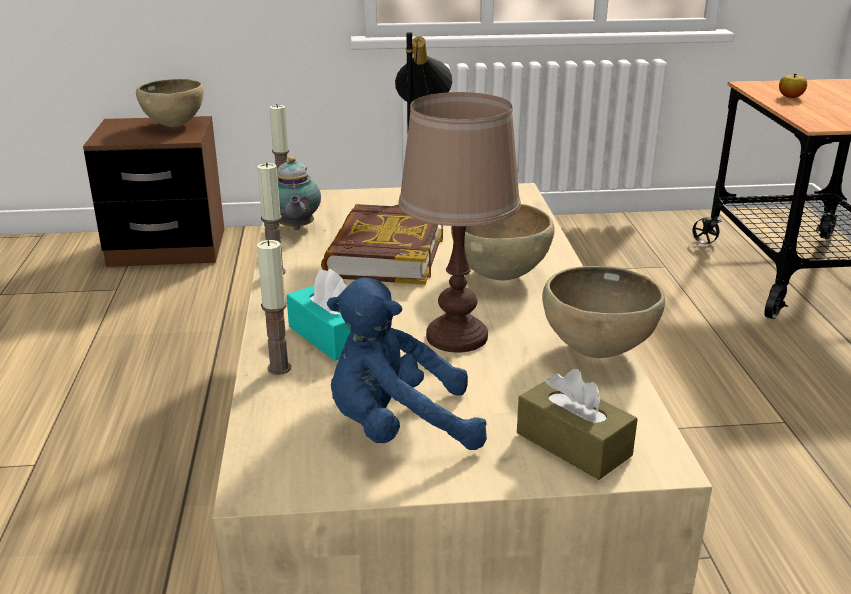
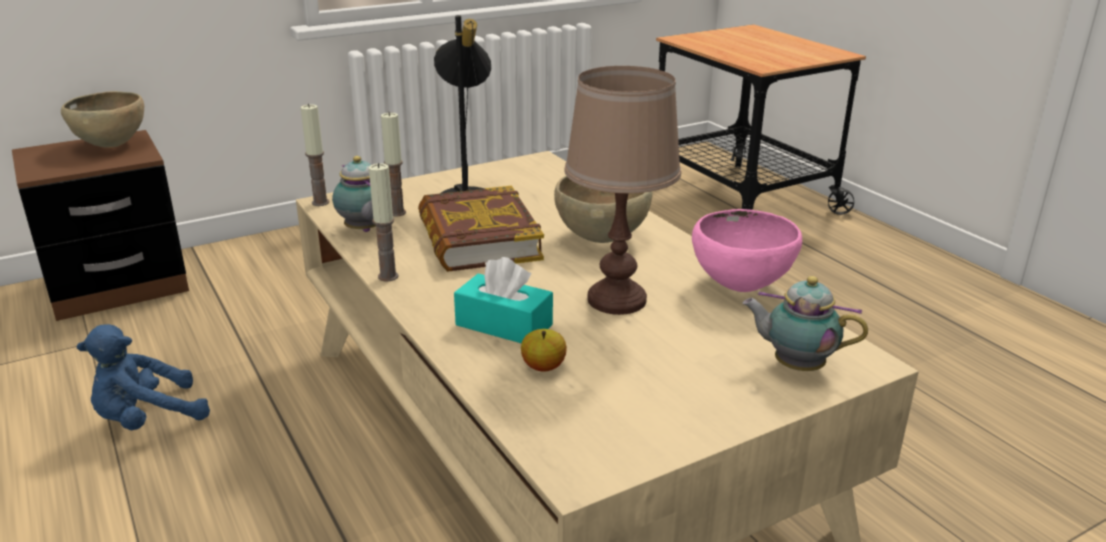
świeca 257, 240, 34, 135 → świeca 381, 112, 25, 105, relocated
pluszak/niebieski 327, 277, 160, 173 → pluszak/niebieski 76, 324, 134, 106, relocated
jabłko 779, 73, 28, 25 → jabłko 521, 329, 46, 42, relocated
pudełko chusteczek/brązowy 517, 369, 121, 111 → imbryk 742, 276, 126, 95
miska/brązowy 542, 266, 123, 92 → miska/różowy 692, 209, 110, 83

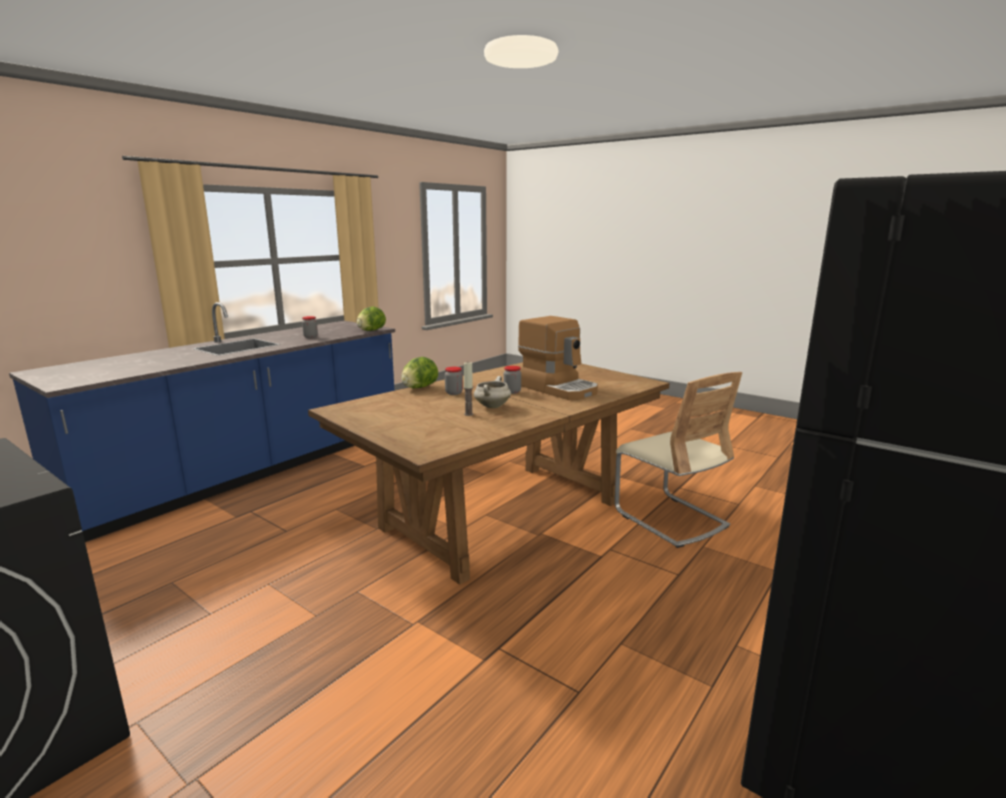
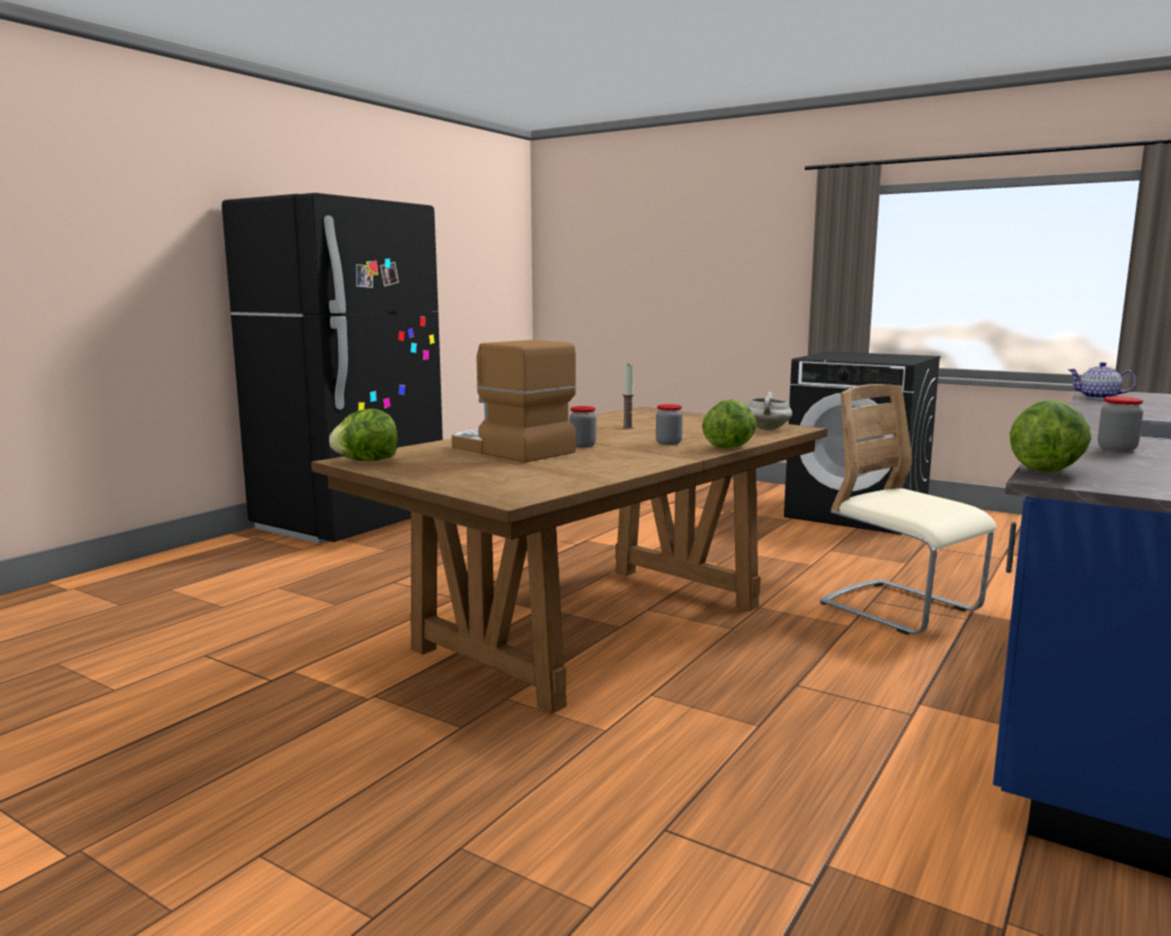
- → sałata 329, 409, 69, 52
- → imbryk 1068, 362, 69, 37
garnek/biały 474, 376, 37, 32 → garnek/biały 747, 392, 45, 38, relocated
krzesło/beżowy 615, 372, 127, 176 → krzesło/beżowy 820, 384, 177, 251, relocated

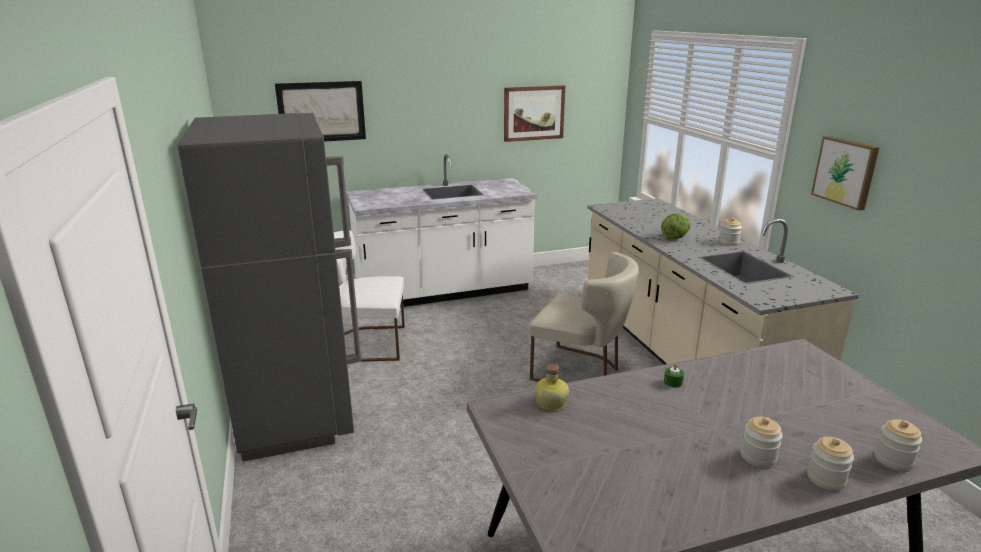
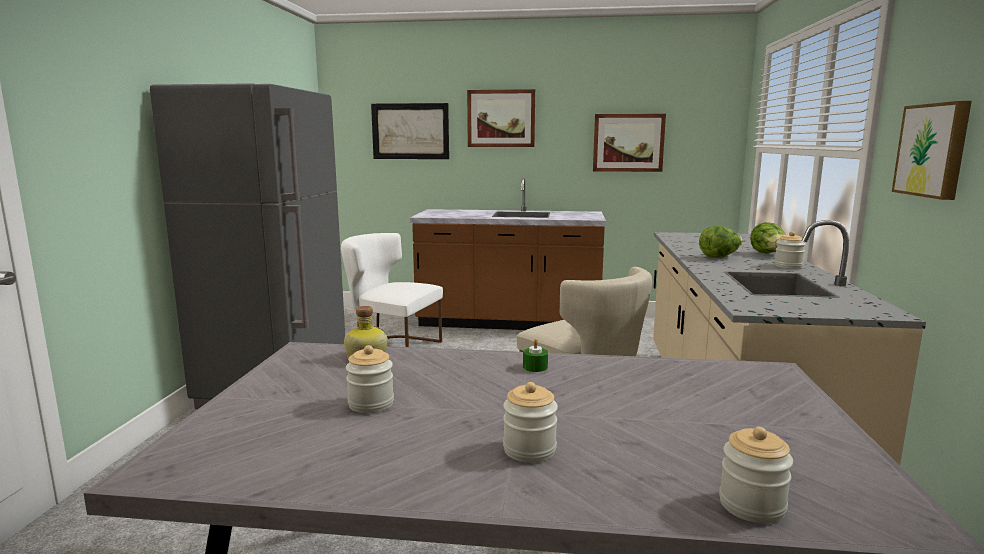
- → obraz 467, 89, 68, 58
- → sałata 750, 222, 36, 31
słoik 807, 437, 47, 53 → słoik 346, 345, 48, 68, relocated
zabudowa kuchenna/biały 346, 154, 192, 153 → zabudowa kuchenna/brązowy 410, 178, 196, 152

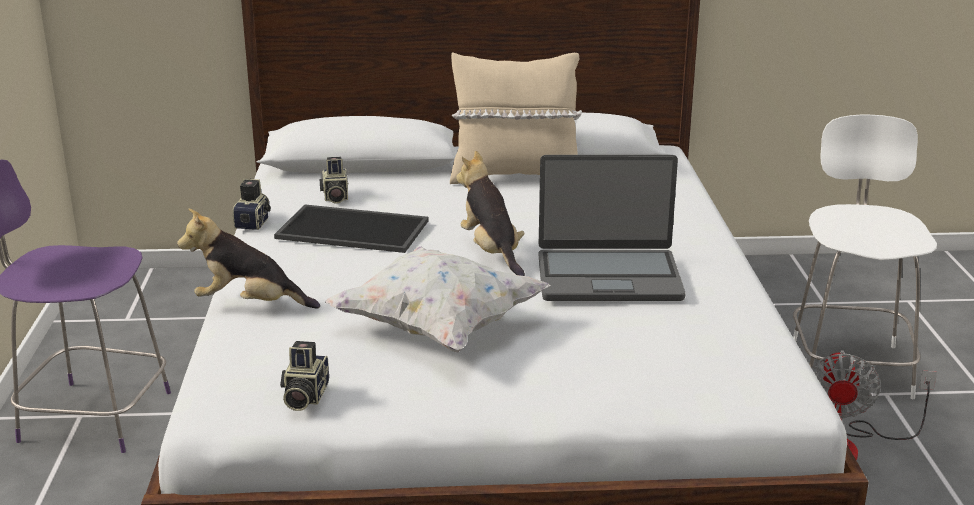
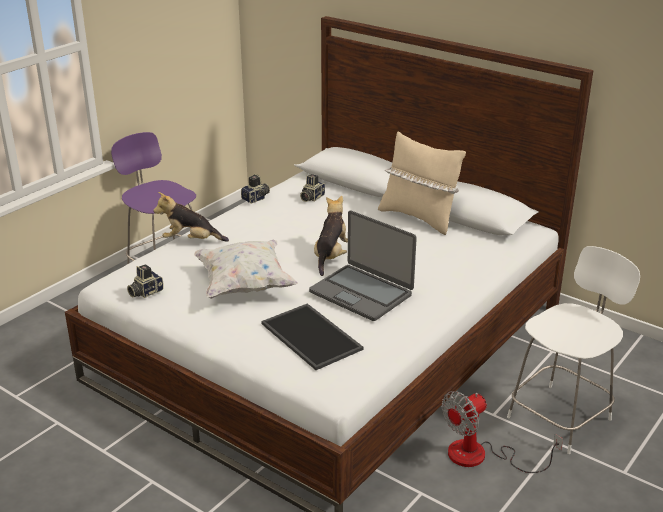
taca 274, 204, 155, 49 → taca 262, 303, 101, 67, relocated
pluszak 177, 209, 143, 100 → pluszak 153, 192, 76, 50, 45 degrees counterclockwise

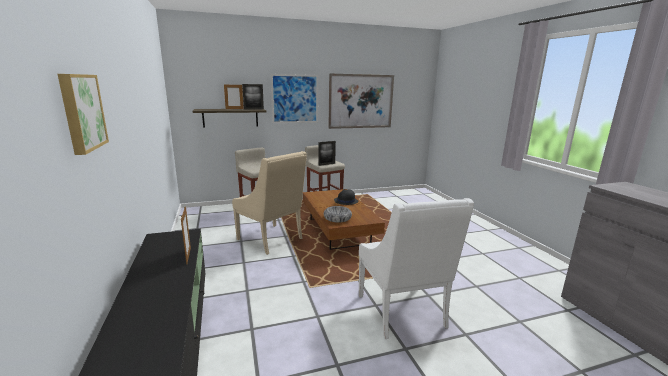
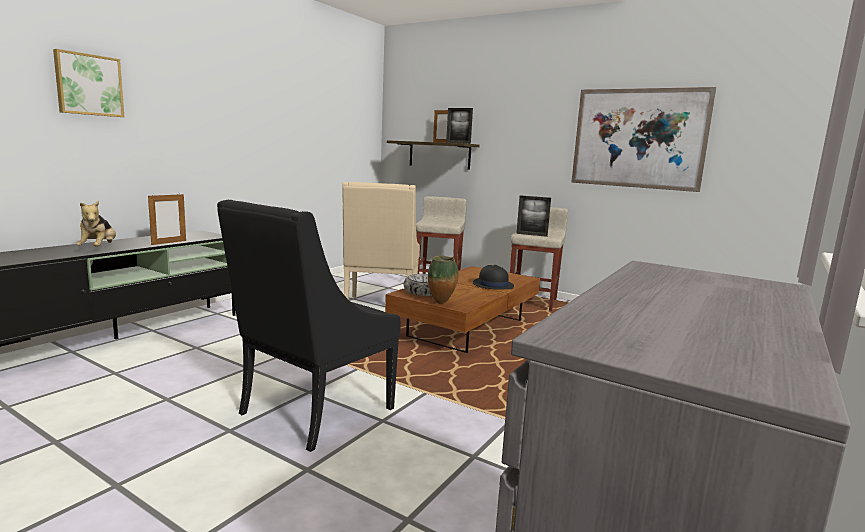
obraz 271, 74, 47, 49 → -
- → pluszak 76, 201, 40, 45
- → wazon 428, 255, 31, 49
fotel/biały 359, 198, 115, 141 → fotel/czarny 217, 200, 184, 252

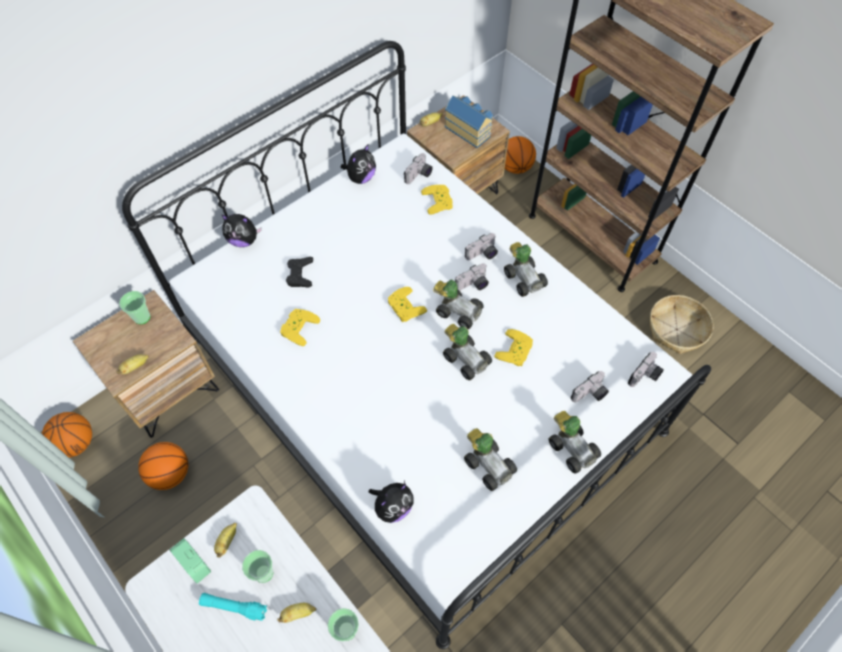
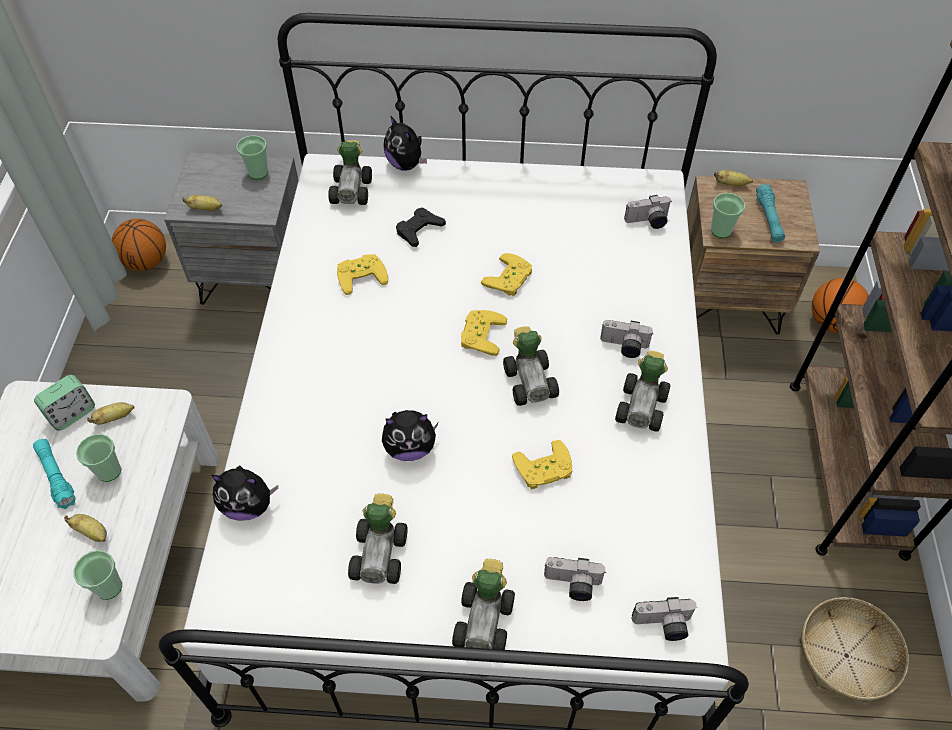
piłka do koszykówki 138, 442, 50, 48 → -
aparat fotograficzny 455, 263, 34, 28 → -
- → filiżanka 711, 193, 34, 45
pluszak 341, 145, 35, 39 → pluszak 382, 410, 56, 51, relocated
pad do gier/żółty 421, 185, 32, 30 → pad do gier/żółty 481, 253, 51, 43, relocated
samochodzik 443, 324, 49, 56 → samochodzik 328, 140, 44, 65, relocated
domek 445, 95, 48, 53 → latarka/turkusowy 756, 184, 29, 59
szafka nocna/brązowy 73, 290, 146, 148 → szafka nocna/szary 164, 152, 135, 153
budzik 170, 538, 41, 46 → budzik 34, 375, 61, 56, 135 degrees counterclockwise

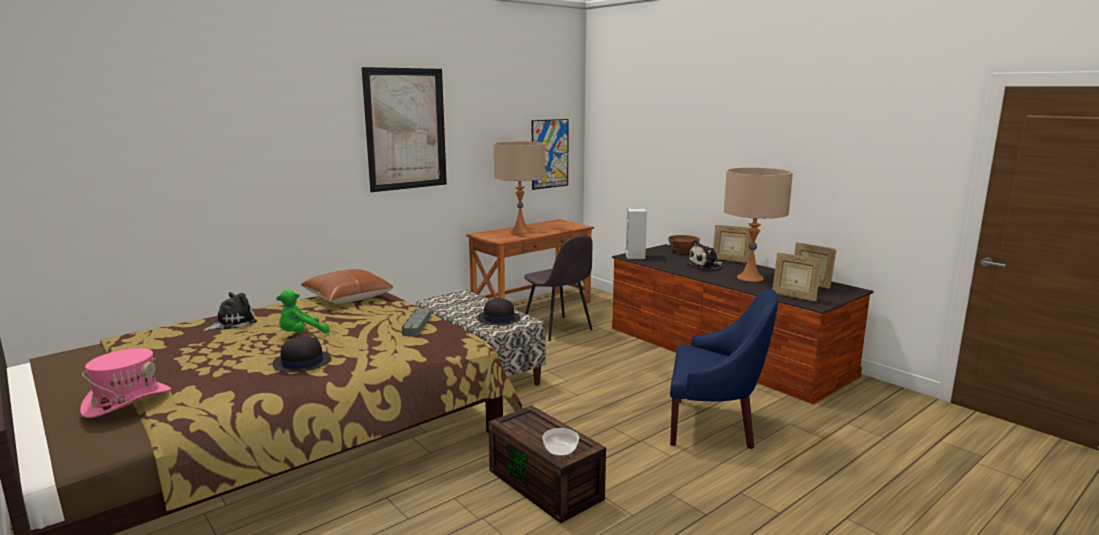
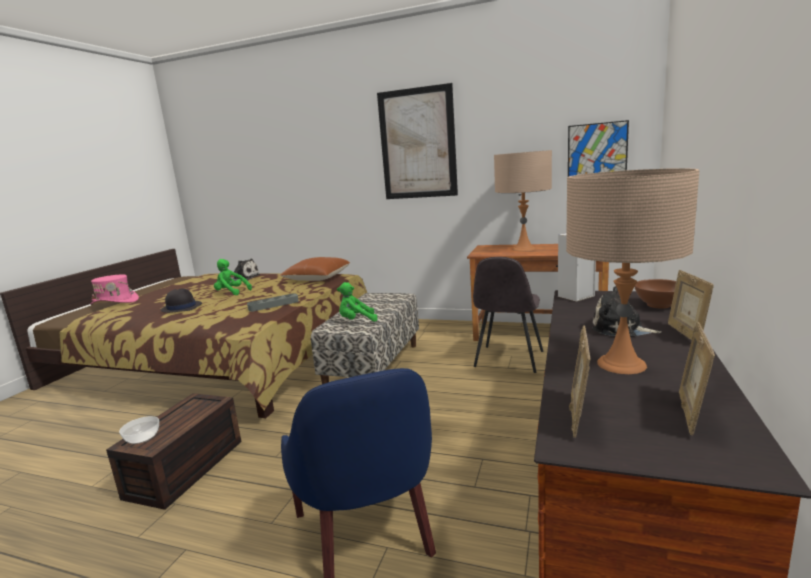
kapelusz/czarny 478, 297, 43, 28 → pluszak/zielony 337, 282, 40, 40

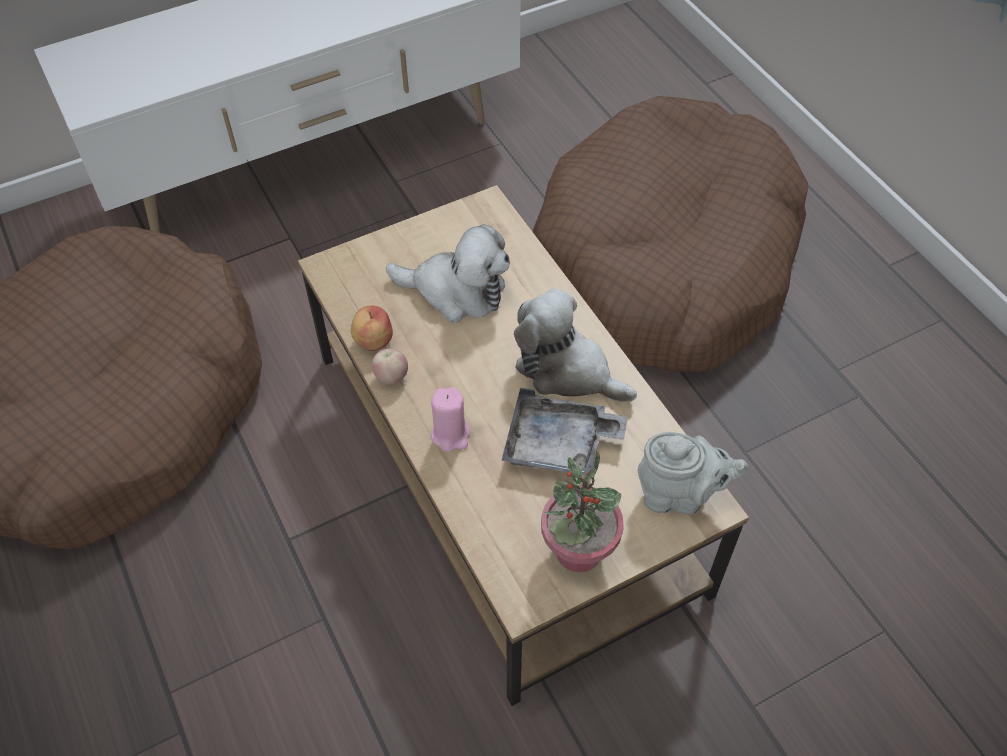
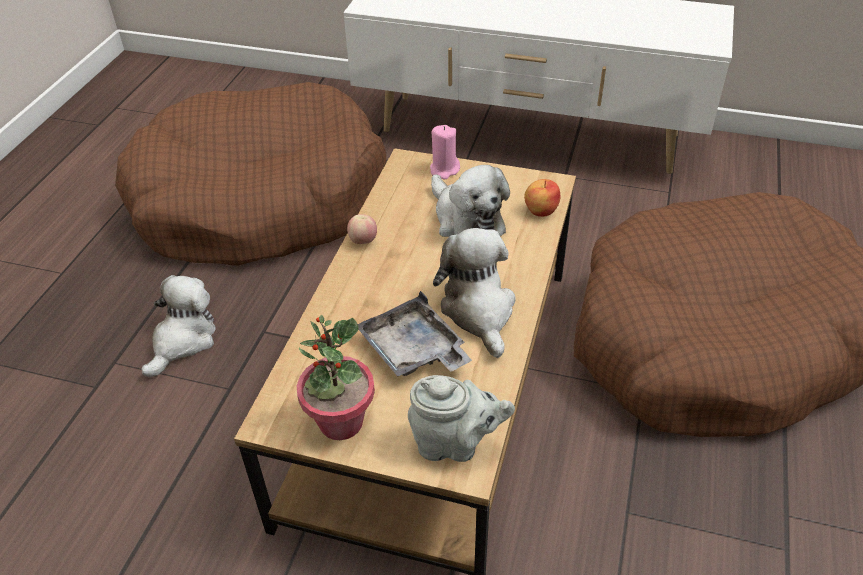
- → pluszak 141, 275, 75, 102
jabłko 351, 306, 42, 45 → jabłko 524, 179, 36, 38, relocated
świeca/różowy 431, 387, 39, 65 → świeca/różowy 430, 125, 30, 55, relocated
imbryk/szary 638, 432, 111, 82 → imbryk/szary 408, 375, 107, 87, 45 degrees counterclockwise

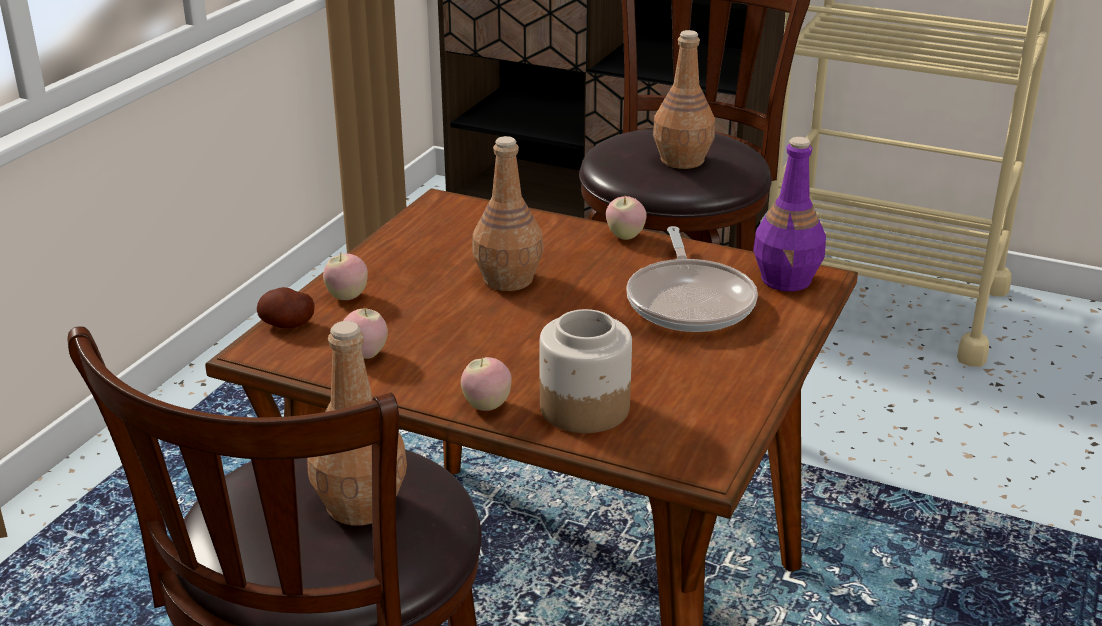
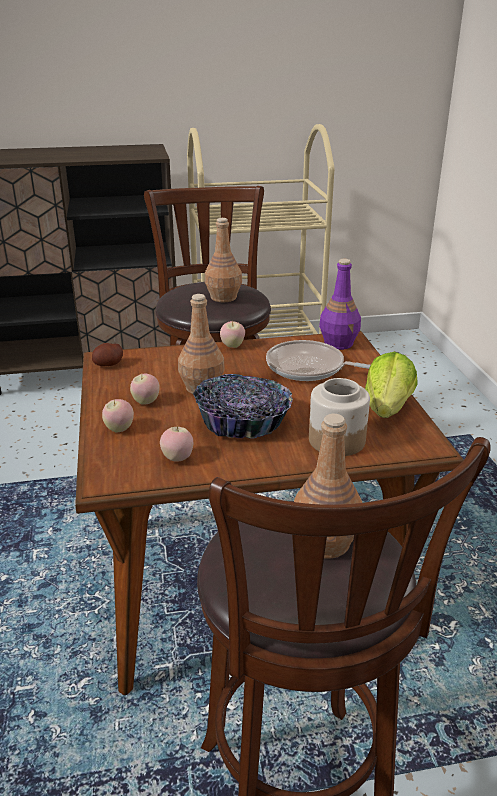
- → miska 193, 374, 100, 65
- → sałata 365, 352, 52, 66
ziemniak 257, 287, 58, 41 → ziemniak 92, 343, 31, 23, relocated
jabłko 461, 356, 51, 55 → jabłko 130, 374, 30, 31, relocated
patelnia 627, 226, 131, 106 → patelnia 266, 340, 105, 41, 150 degrees clockwise

